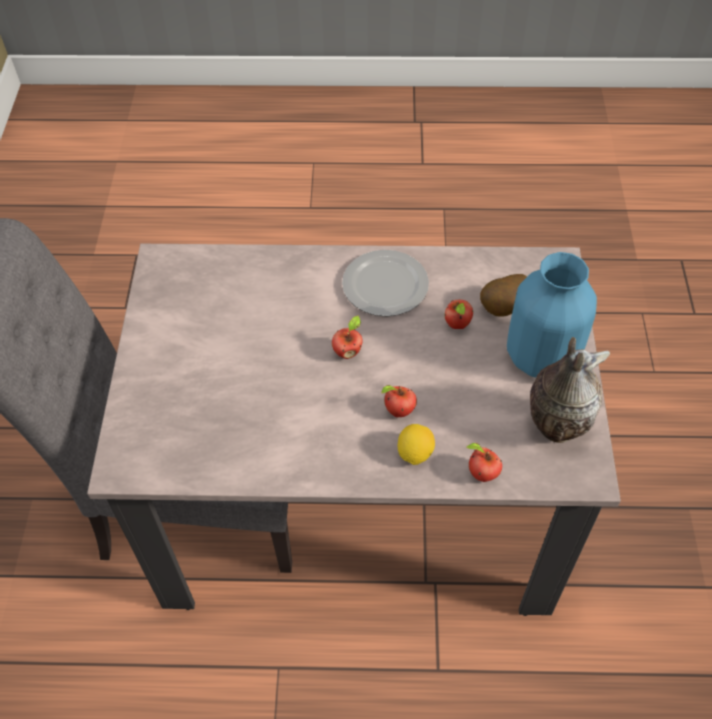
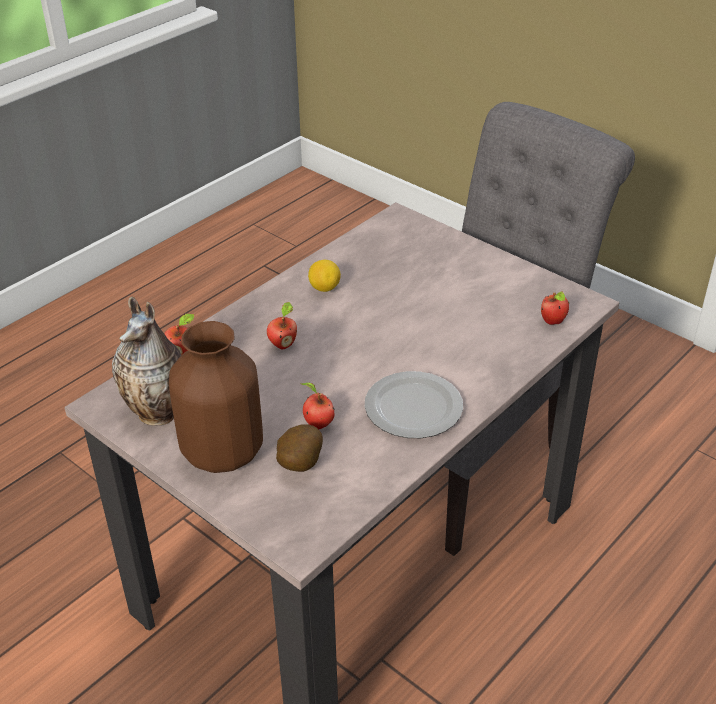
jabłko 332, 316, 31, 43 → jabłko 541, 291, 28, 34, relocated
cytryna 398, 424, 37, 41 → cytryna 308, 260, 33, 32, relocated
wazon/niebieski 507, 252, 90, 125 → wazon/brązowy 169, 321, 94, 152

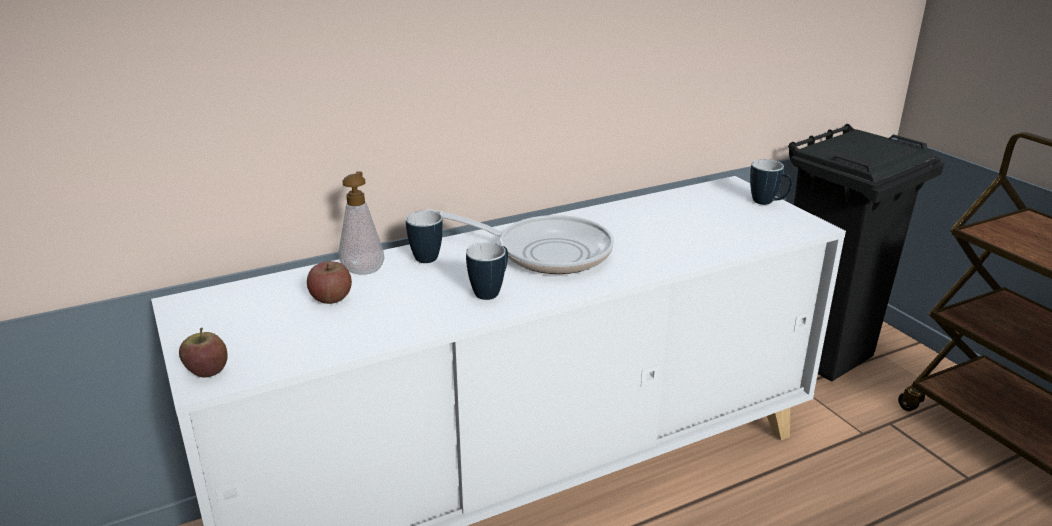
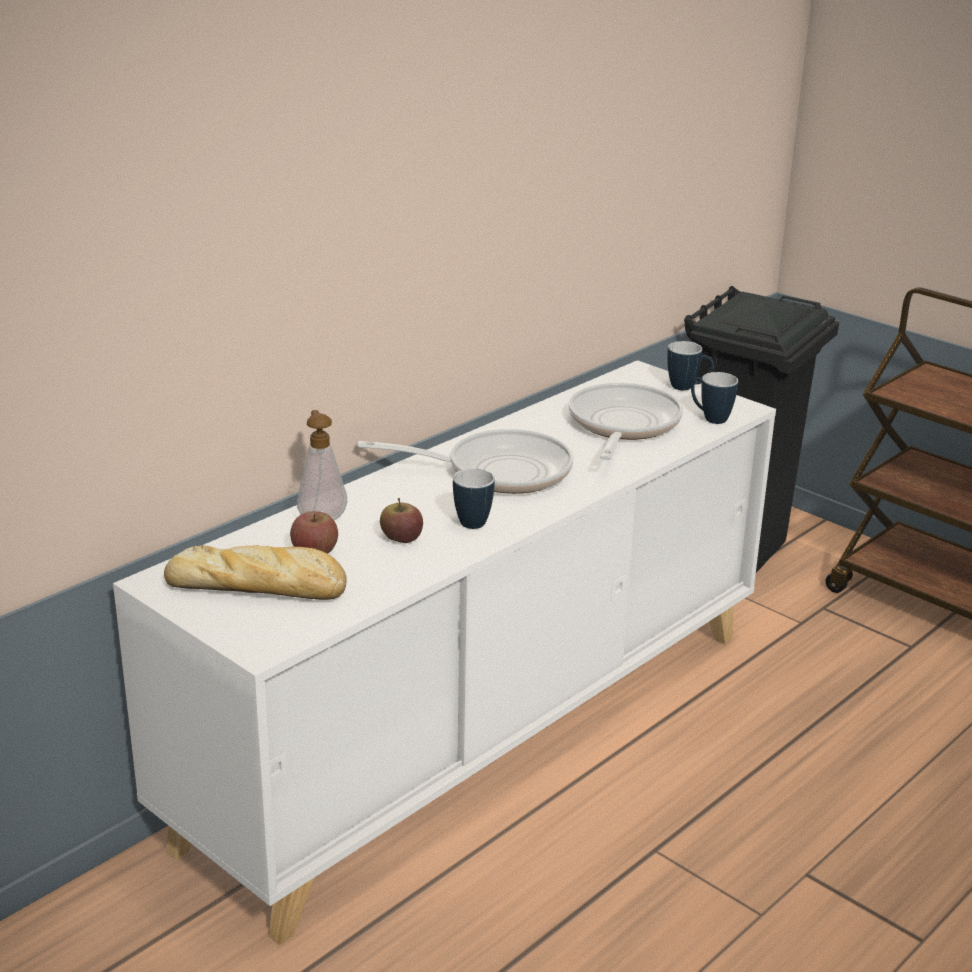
- → chleb 164, 545, 182, 55
- → patelnia 569, 383, 114, 77
jabłko 179, 328, 49, 50 → jabłko 380, 498, 43, 45, relocated
kubek 406, 210, 37, 53 → kubek 691, 372, 47, 52, relocated

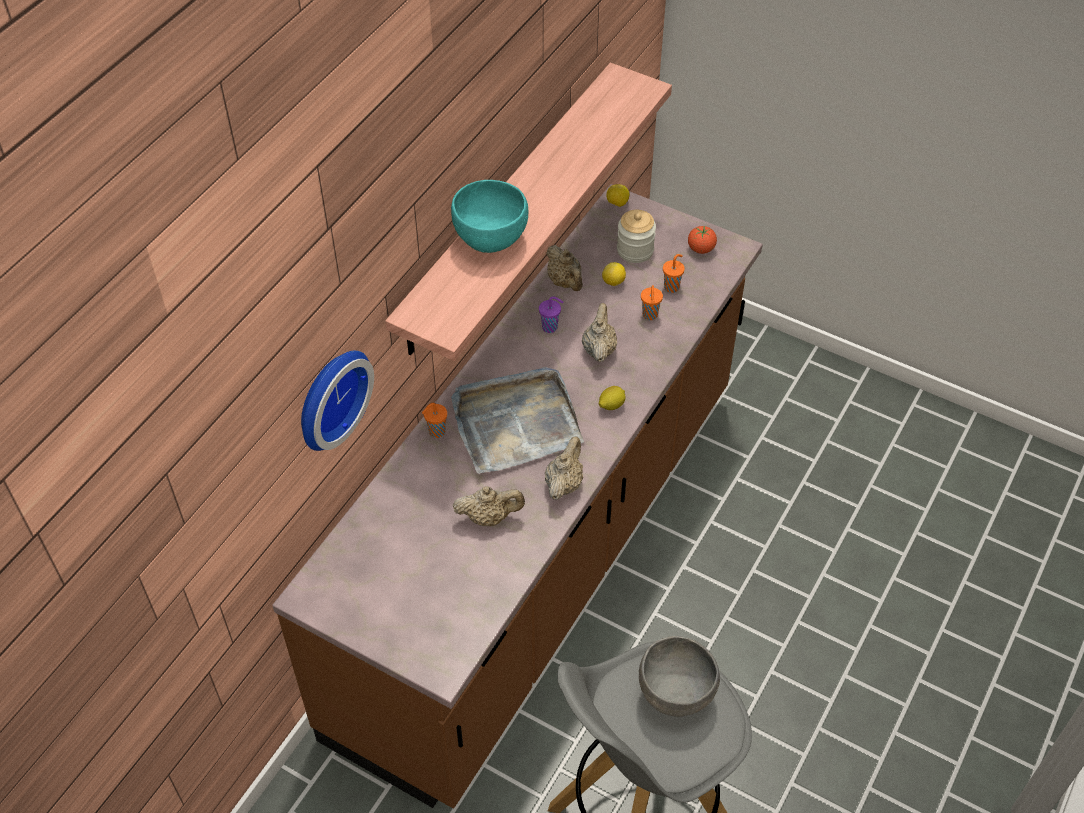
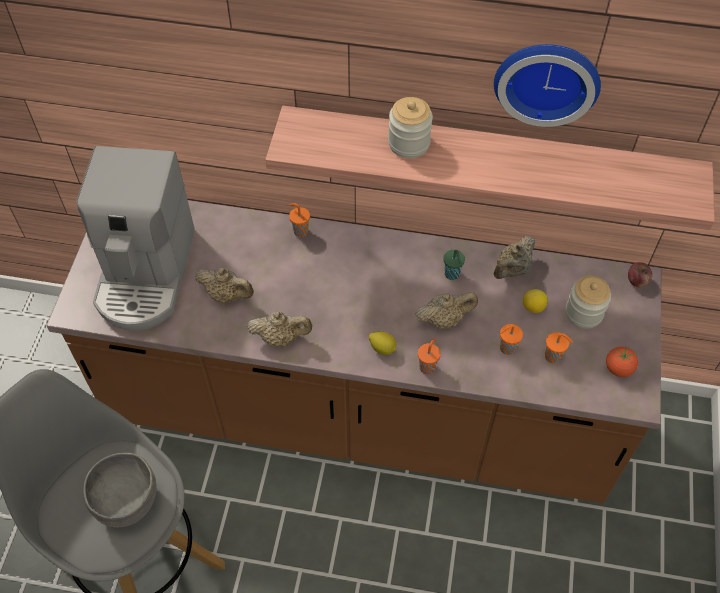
taca/szary 451, 367, 133, 107 → -
- → ekspres do kawy 76, 146, 119, 185
- → filiżanka/pomarańczowy 418, 338, 23, 36
zegar ścienny 301, 351, 73, 100 → zegar ścienny 494, 44, 107, 83, relocated
miska/turkusowy 451, 180, 77, 73 → słoik 388, 97, 45, 61
cytryna 606, 184, 23, 23 → jabłko 628, 262, 24, 25
filiżanka/fioletowy 539, 296, 24, 37 → filiżanka/zielony 443, 250, 22, 30
imbryk/beżowy 453, 486, 72, 40 → imbryk/beżowy 195, 268, 59, 36, 45 degrees counterclockwise

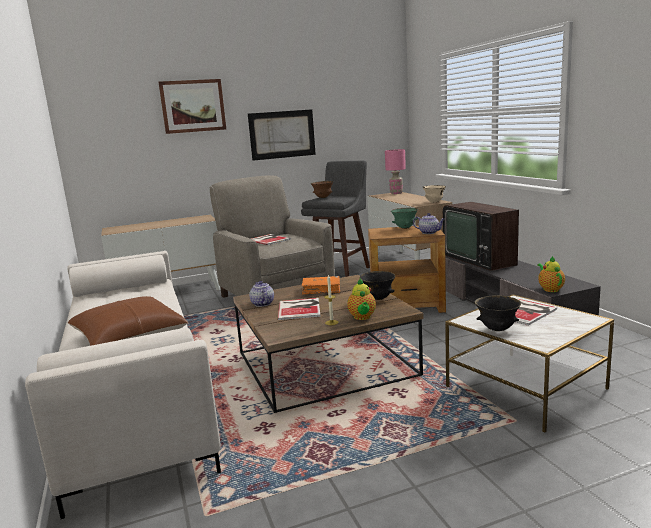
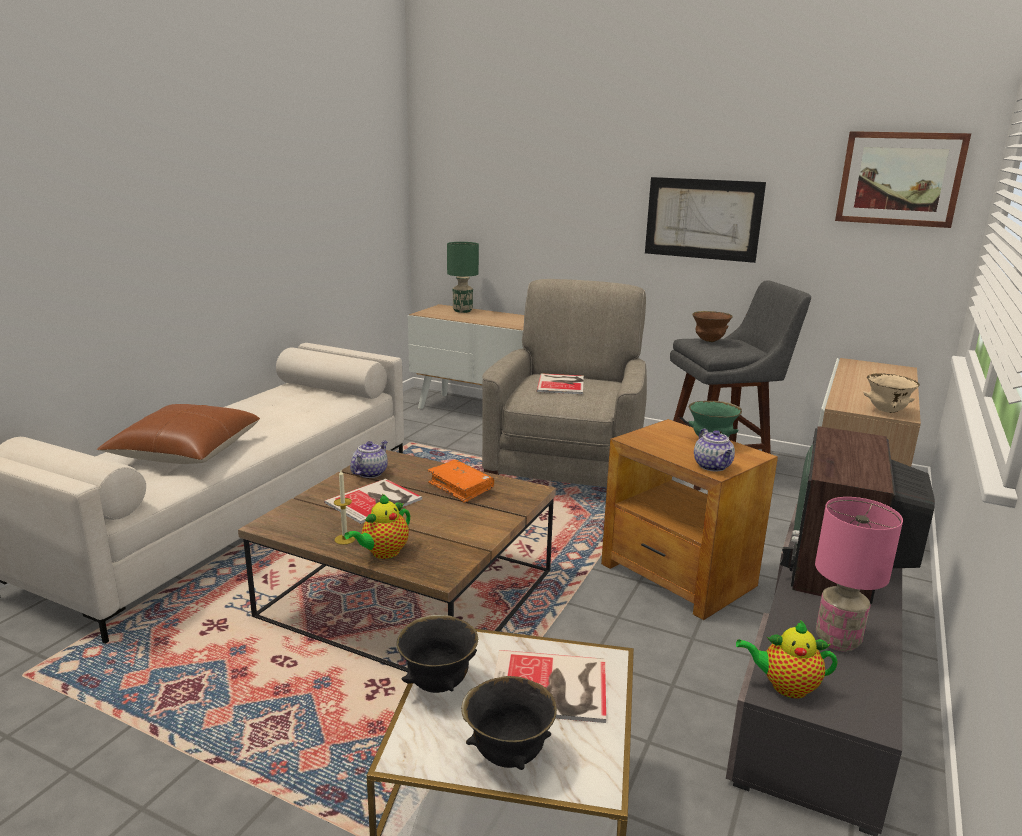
- → lampa stołowa/zielony 447, 242, 32, 71
obraz 159, 79, 67, 55 → obraz 835, 131, 136, 97, relocated
miska/czarny 360, 271, 36, 29 → miska/czarny 461, 676, 96, 94, relocated
lampa stołowa/różowy 385, 149, 21, 45 → lampa stołowa/różowy 815, 497, 88, 155, relocated
imbryk 537, 256, 28, 36 → imbryk 736, 620, 102, 78, 120 degrees counterclockwise

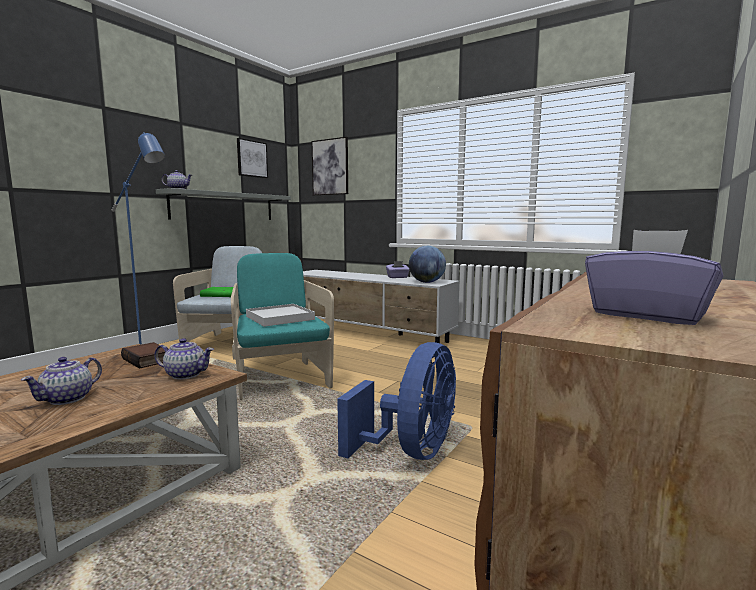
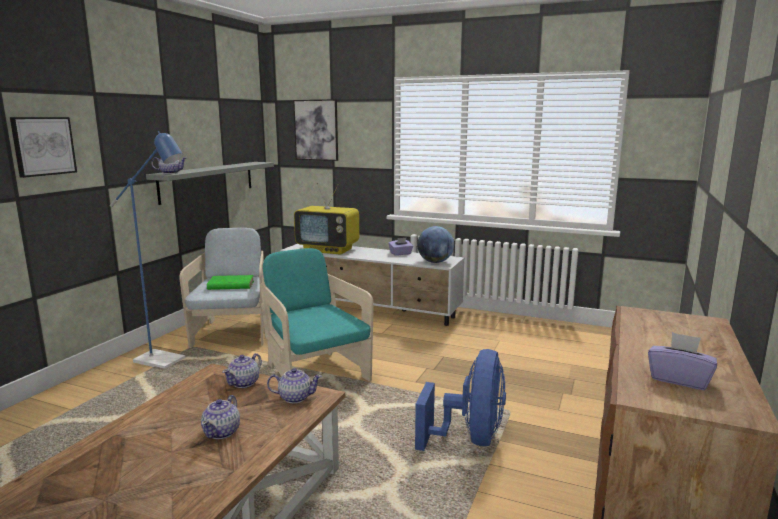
taca/biały 246, 304, 69, 23 → -
- → telewizor 294, 183, 65, 72
obraz 237, 138, 31, 40 → obraz 10, 117, 67, 61, relocated
książka 121, 342, 44, 27 → imbryk 222, 353, 40, 35

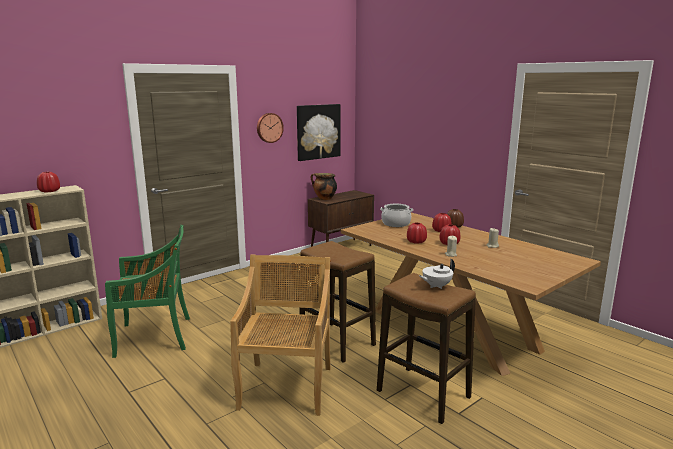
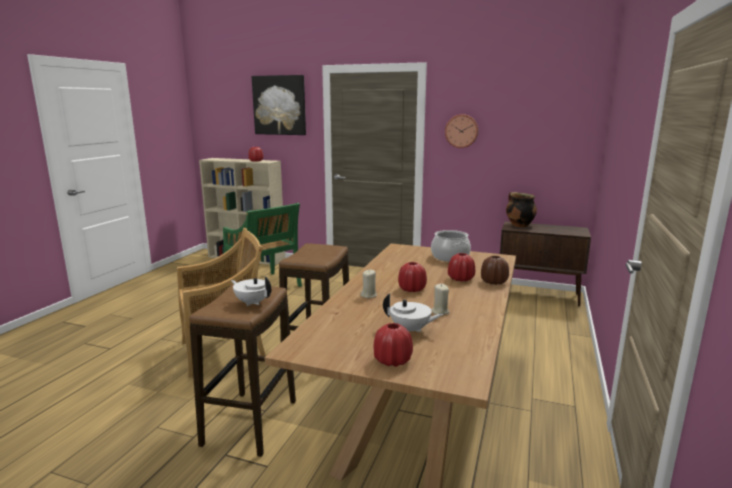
- → imbryk/biały 383, 294, 60, 38
obraz 297, 104, 44, 57 → obraz 252, 75, 54, 60, relocated
wazon/czerwony 407, 222, 20, 22 → wazon/czerwony 374, 323, 39, 44, relocated

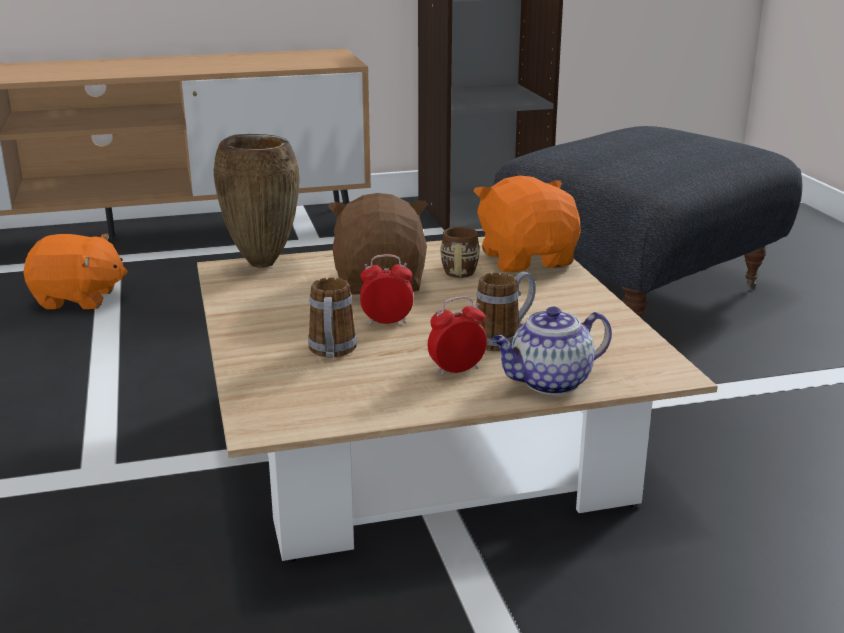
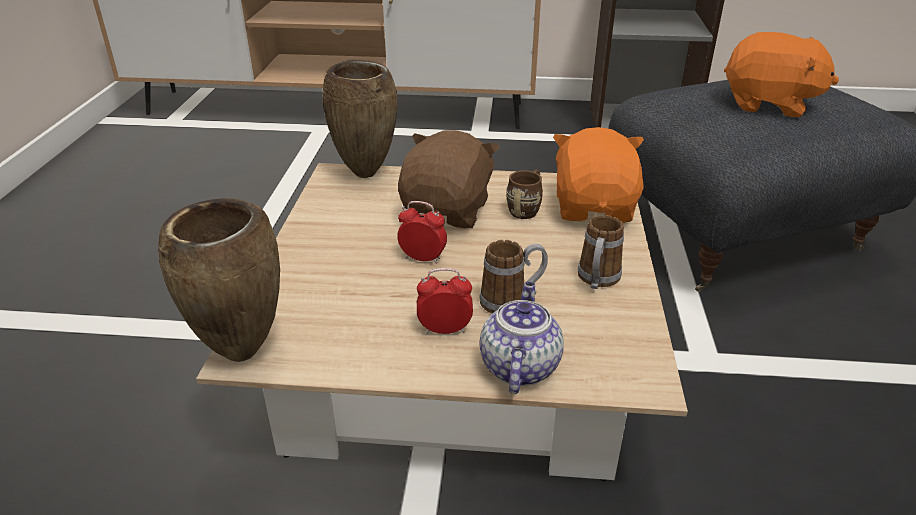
- → wazon/brązowy 158, 198, 122, 164
pluszak/pomarańczowy 23, 234, 105, 75 → pluszak/pomarańczowy 724, 32, 115, 85, relocated
kubek 308, 277, 49, 81 → kubek 578, 215, 46, 74, relocated
imbryk 491, 307, 121, 88 → imbryk 479, 282, 85, 112, 105 degrees clockwise

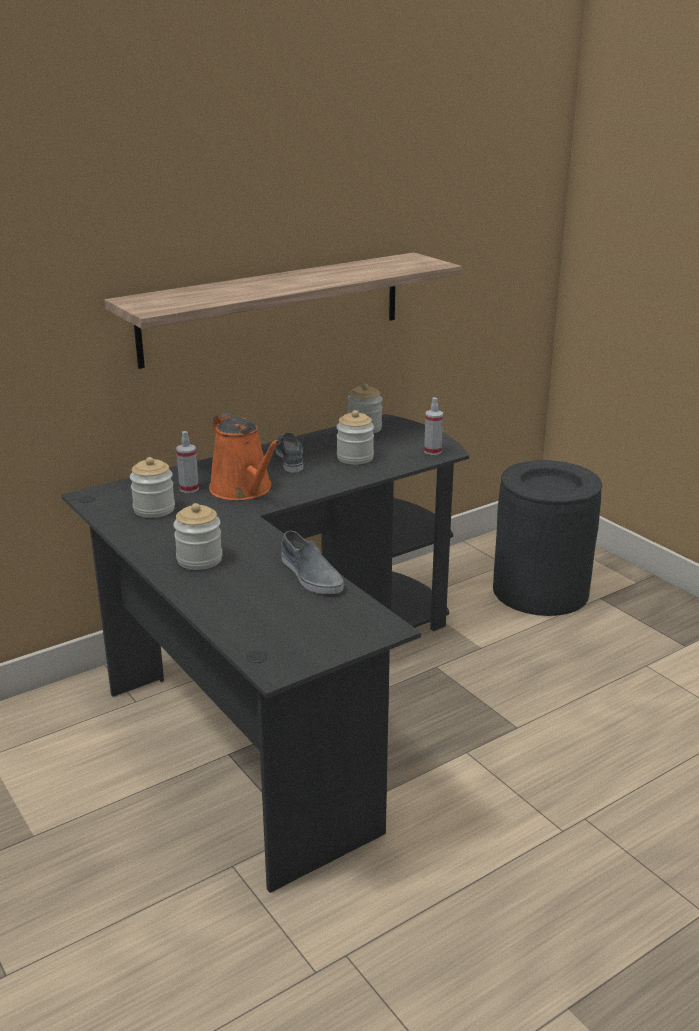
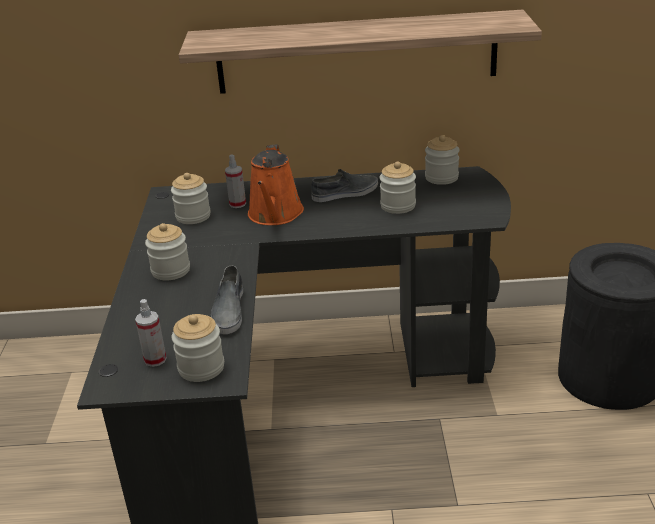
- → słoik 171, 314, 53, 68
spryskiwacz 424, 397, 19, 58 → spryskiwacz 135, 299, 32, 68, relocated
but/szary 275, 433, 28, 40 → but/szary 311, 169, 67, 33, 45 degrees clockwise

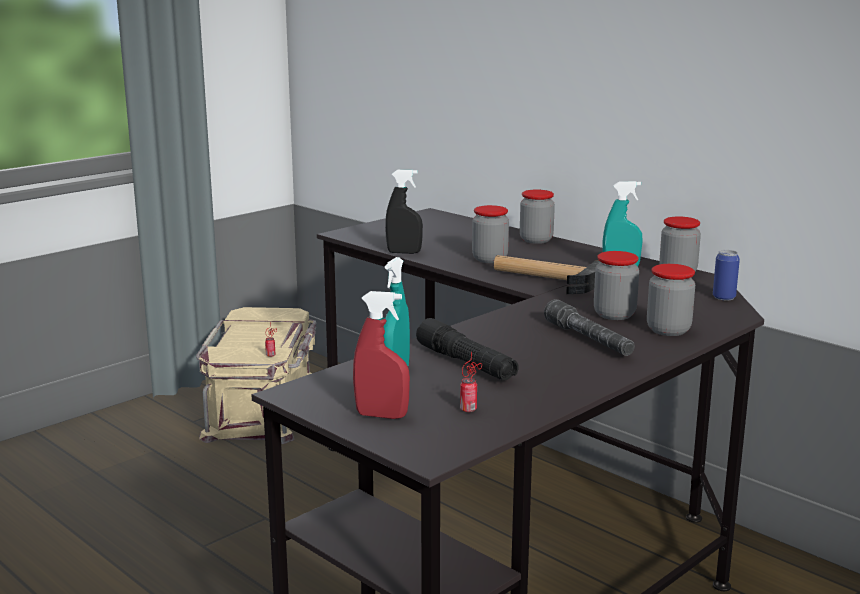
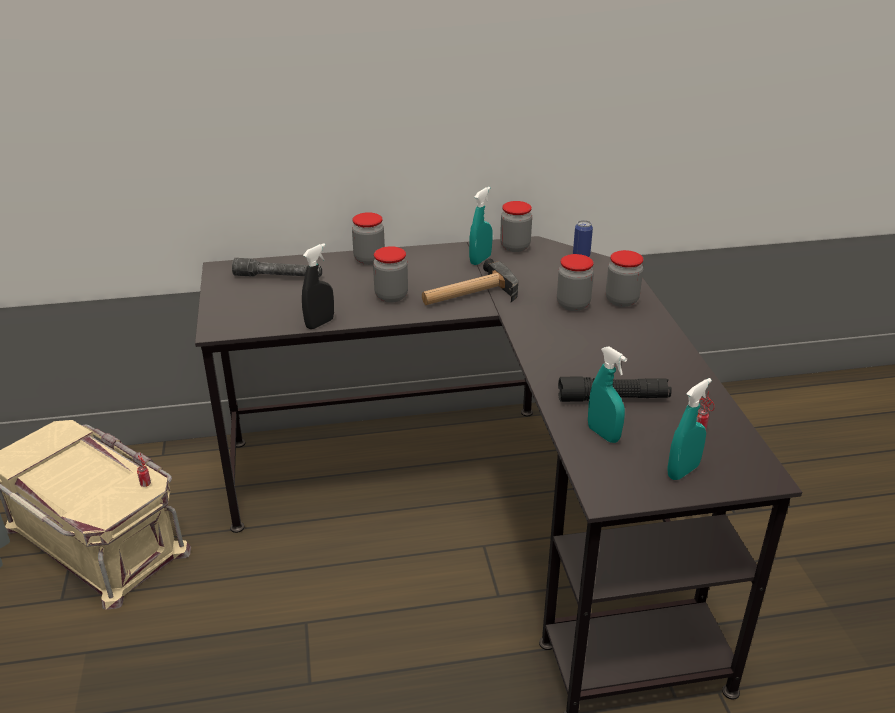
latarka/szary 544, 299, 91, 57 → latarka/szary 232, 258, 90, 19, relocated
spryskiwacz/czerwony 353, 291, 57, 128 → spryskiwacz/turkusowy 668, 378, 44, 102

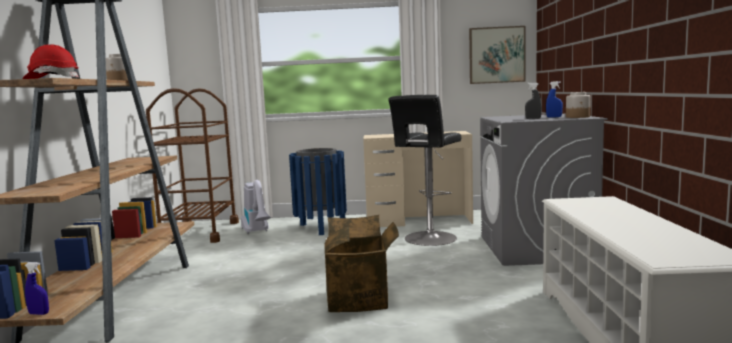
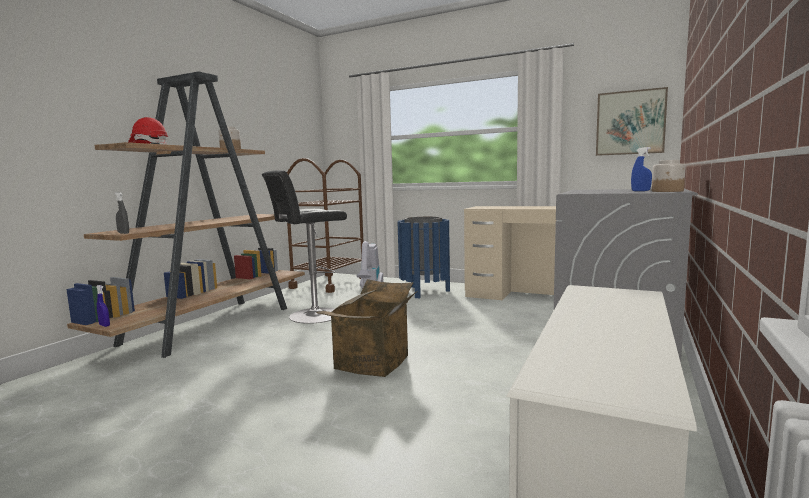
stołek/czarny 388, 95, 74, 151 → stołek/czarny 262, 170, 85, 154, relocated
spryskiwacz/szary 525, 82, 17, 37 → spryskiwacz/szary 115, 192, 14, 42, relocated

